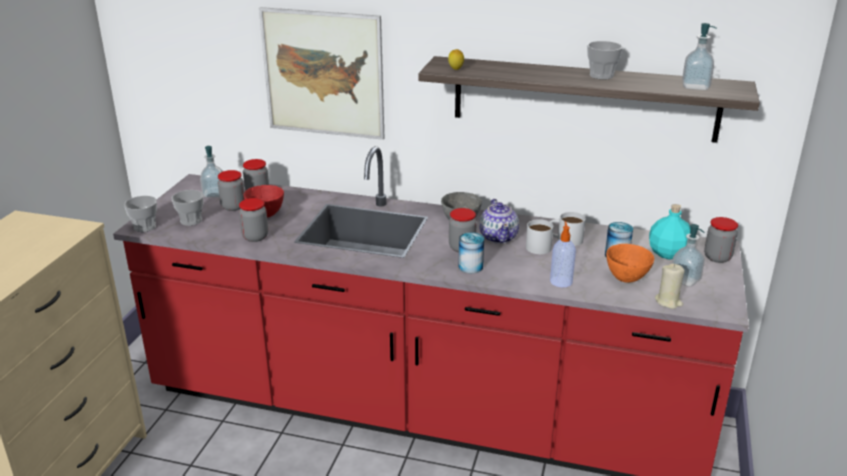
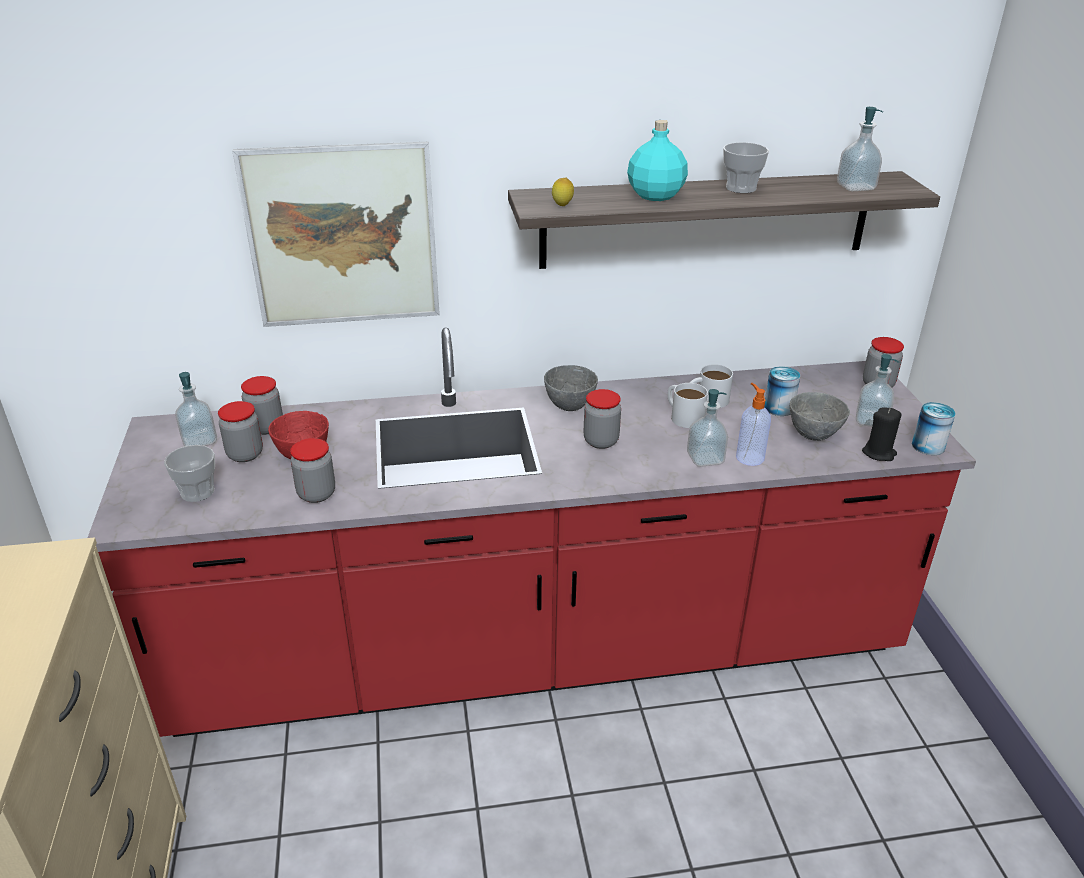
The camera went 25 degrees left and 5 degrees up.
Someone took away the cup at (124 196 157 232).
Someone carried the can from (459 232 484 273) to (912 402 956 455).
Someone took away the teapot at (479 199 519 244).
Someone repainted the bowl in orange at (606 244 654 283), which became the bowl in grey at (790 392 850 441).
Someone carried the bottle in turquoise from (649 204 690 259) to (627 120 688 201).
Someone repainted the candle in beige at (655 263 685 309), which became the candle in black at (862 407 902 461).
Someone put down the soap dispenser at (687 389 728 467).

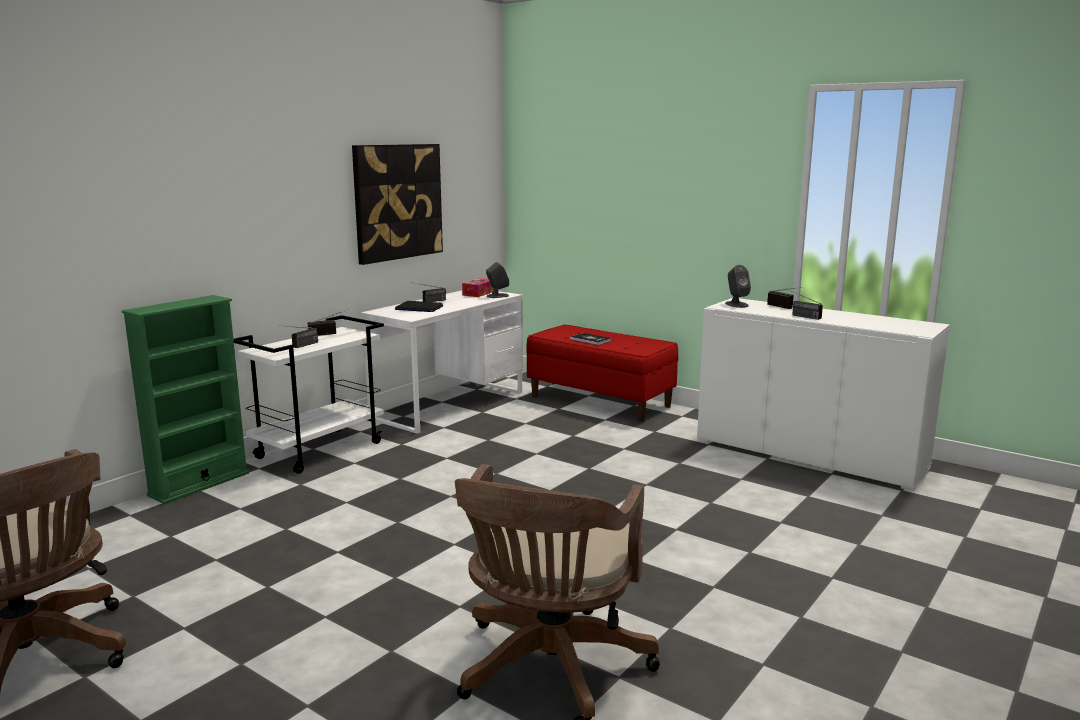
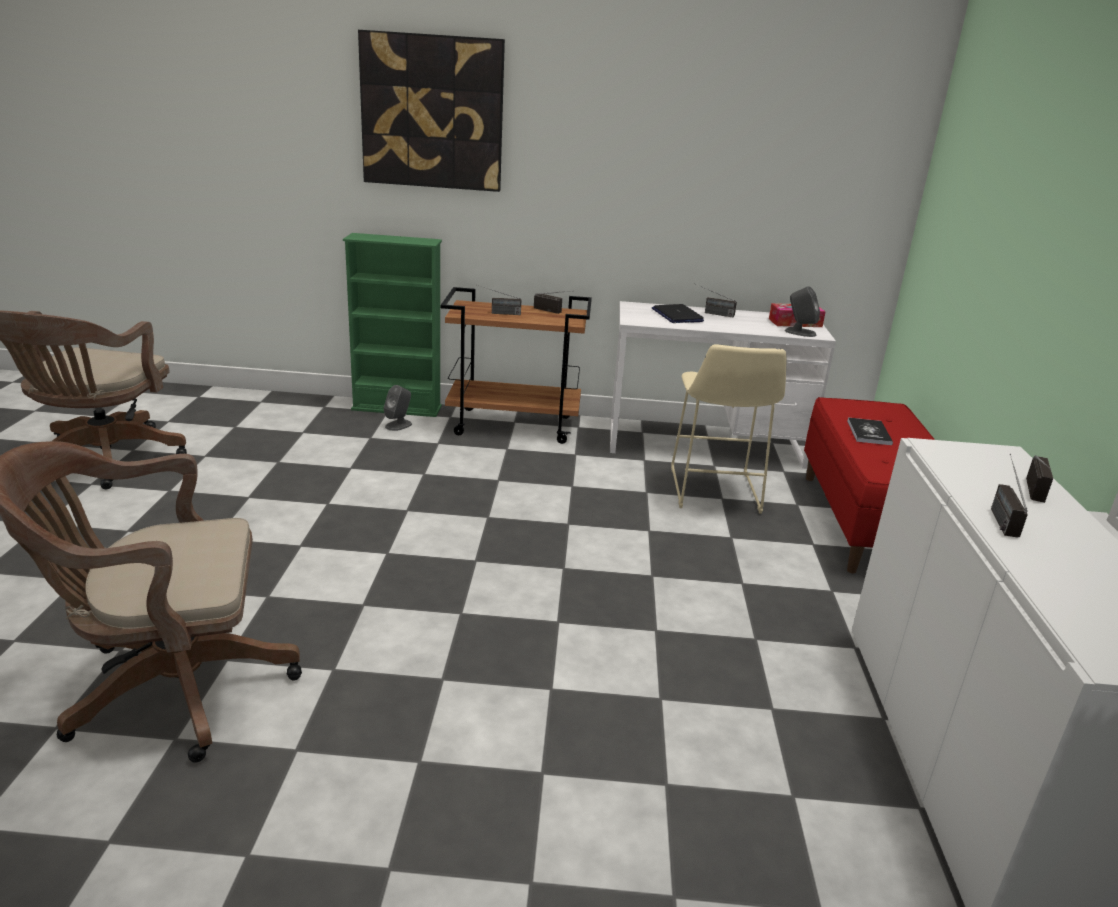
The camera went 55 degrees right and 10 degrees up.
Someone repainted the cart in white at (233 315 384 474), which became the cart in brown at (441 287 592 444).
Someone carried the picture from (352 144 443 265) to (358 30 505 192).
Someone carried the speaker in grey from (725 265 751 308) to (384 385 412 431).
Someone put down the stool in beige at (671 344 787 514).

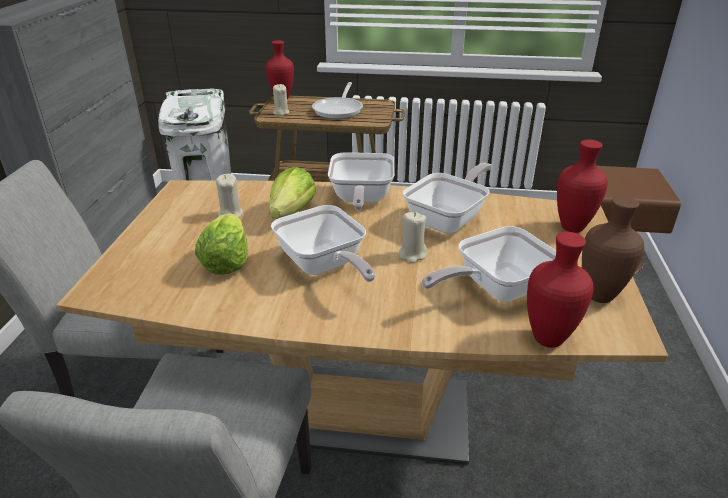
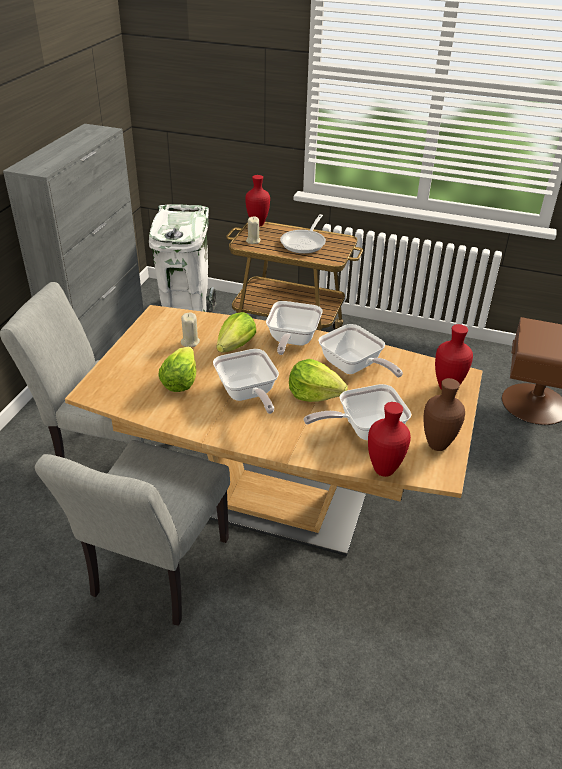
The camera went 10 degrees right and 5 degrees up.
Someone swapped the candle in beige at (399 212 428 263) for the lettuce at (289 359 348 402).
Someone rotated the frying pan at (403 163 492 234) by 90 degrees clockwise.

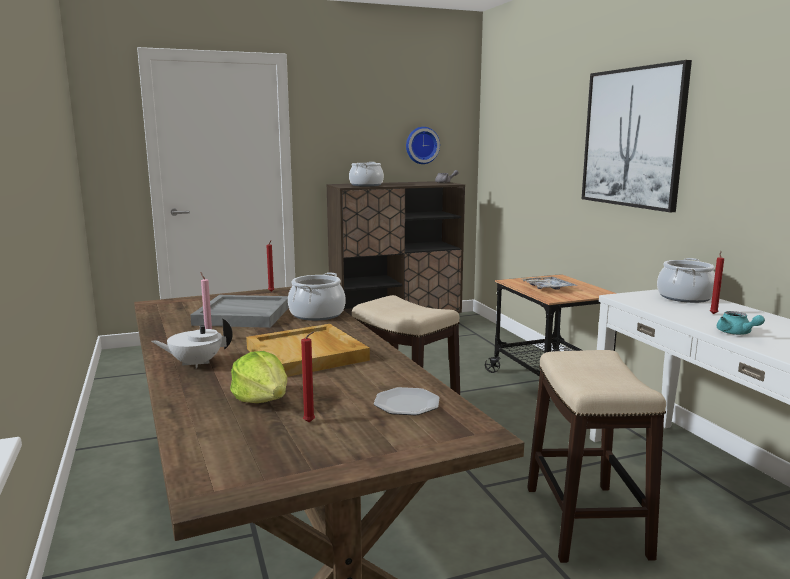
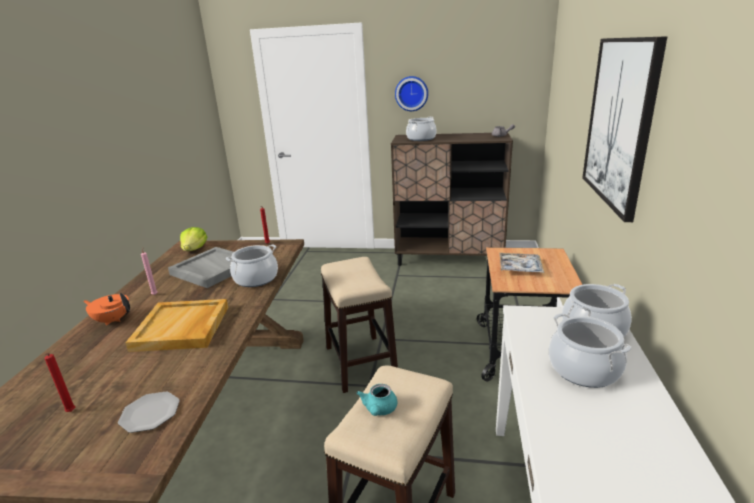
The camera went 30 degrees right and 10 degrees up.
Someone repainted the teapot in white at (151 318 232 368), which became the teapot in orange at (84 293 130 325).
Someone carried the lettuce from (230 351 287 403) to (180 227 207 251).
Someone carried the wall clock from (406 127 440 164) to (395 76 428 111).
Someone swapped the candle in red at (710 251 724 314) for the cooking pot at (549 313 631 388).
Someone carried the teapot in turquoise from (717 311 765 335) to (357 384 397 416).

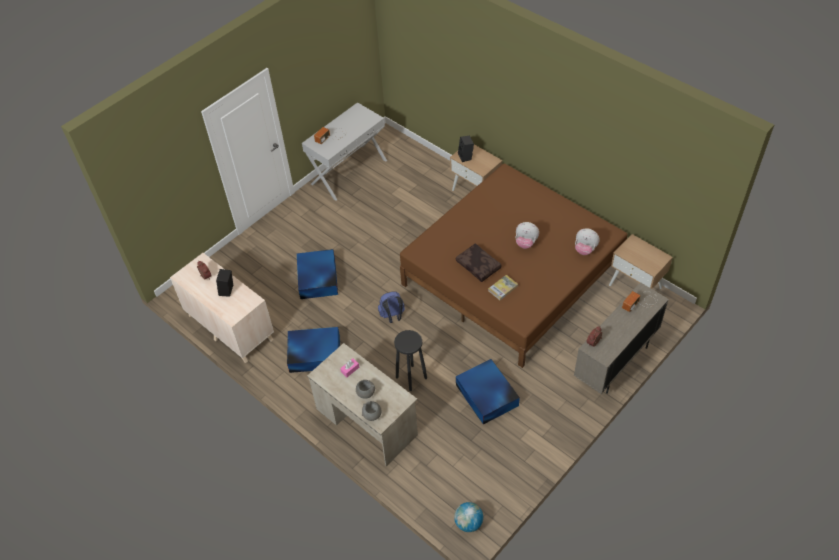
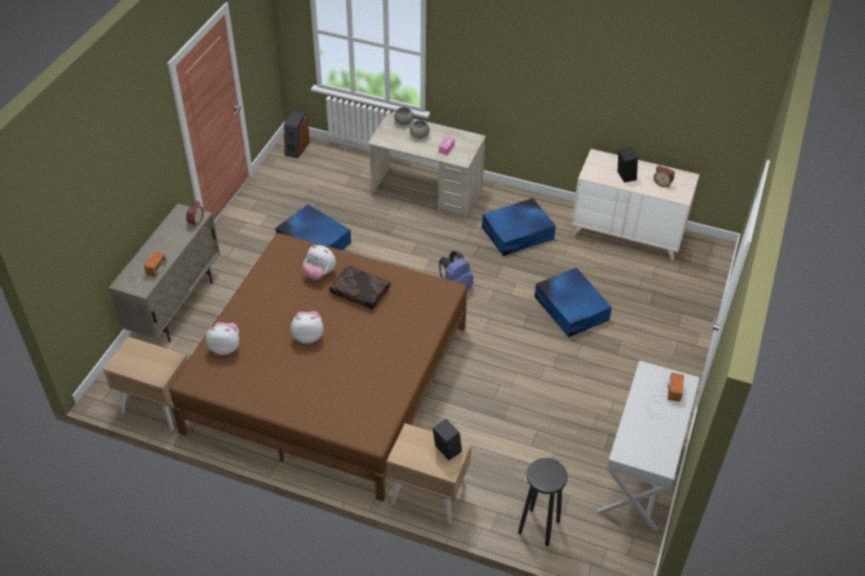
The camera went 155 degrees right and 5 degrees down.
Someone carried the stool in black from (394 330 427 391) to (518 458 567 546).
Someone swapped the globe at (454 502 483 532) for the speaker at (284 111 310 158).
Someone swapped the book at (488 275 518 300) for the plush toy at (302 245 336 280).

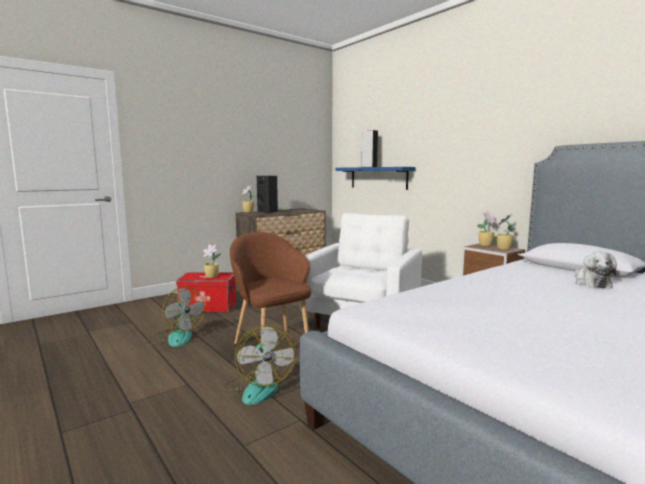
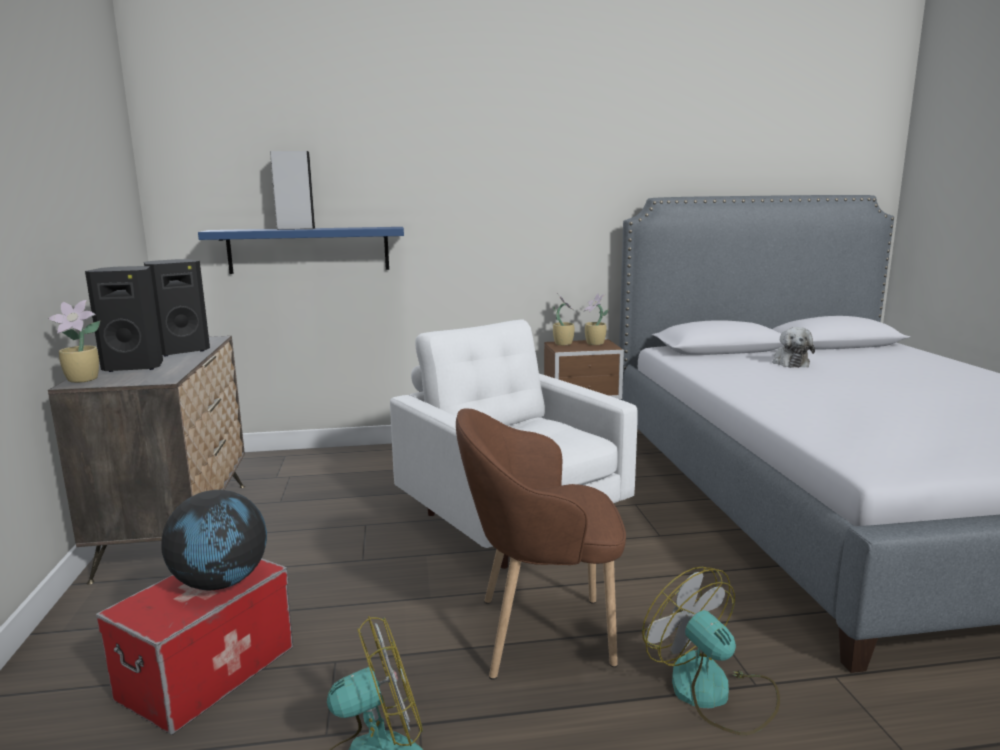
The camera went 60 degrees left and 5 degrees up.
Someone swapped the potted plant at (203 244 221 278) for the globe at (161 490 267 590).
Someone rotated the fan at (224 325 296 405) by 135 degrees counterclockwise.
Someone rotated the plush toy at (575 251 617 289) by 60 degrees clockwise.
Someone put down the speaker in black at (144 259 210 356).

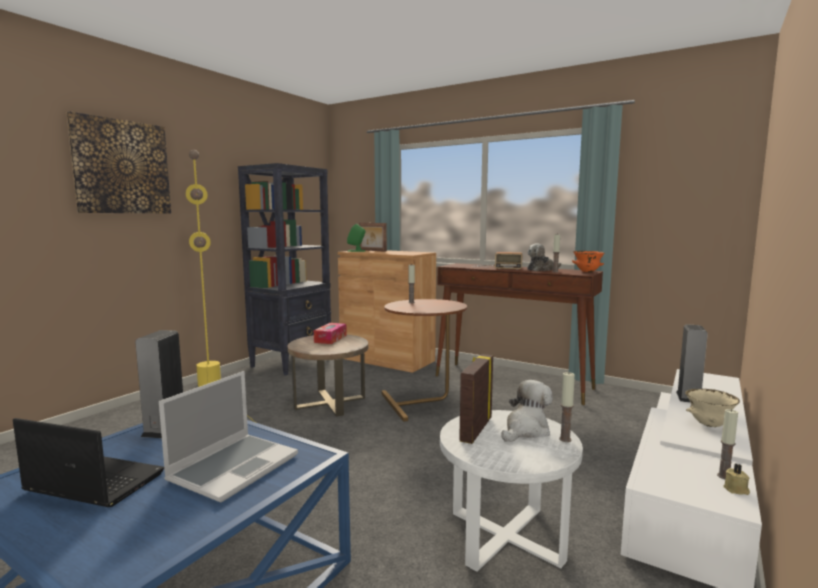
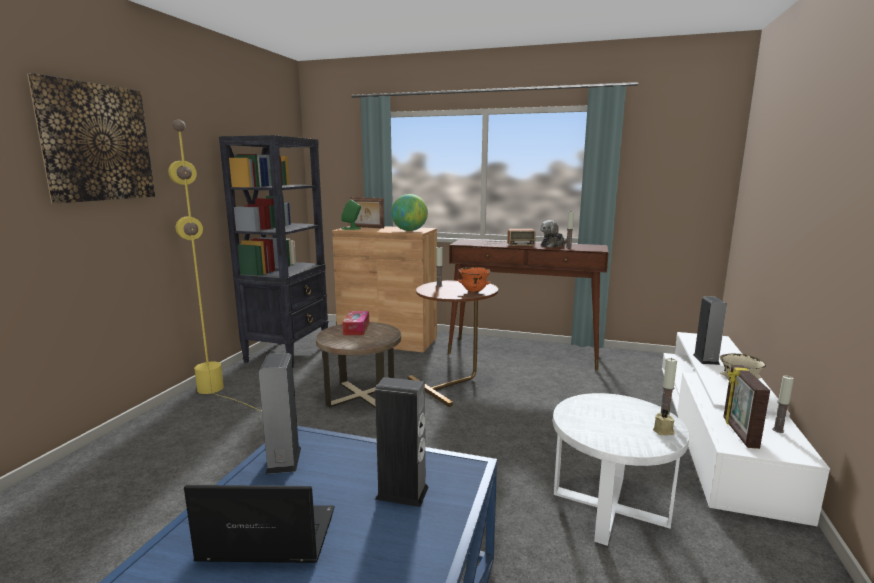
The camera went 15 degrees left and 5 degrees up.
Someone swapped the laptop at (159 371 298 502) for the speaker at (375 377 429 507).
Someone carried the picture frame from (459 354 493 444) to (723 365 770 449).
Someone took away the plush toy at (501 380 553 442).
Someone carried the bowl in orange from (572 251 605 272) to (458 267 491 292).
Someone carried the candle in beige from (723 464 750 495) to (653 409 674 435).
Someone put down the globe at (391 194 428 231).

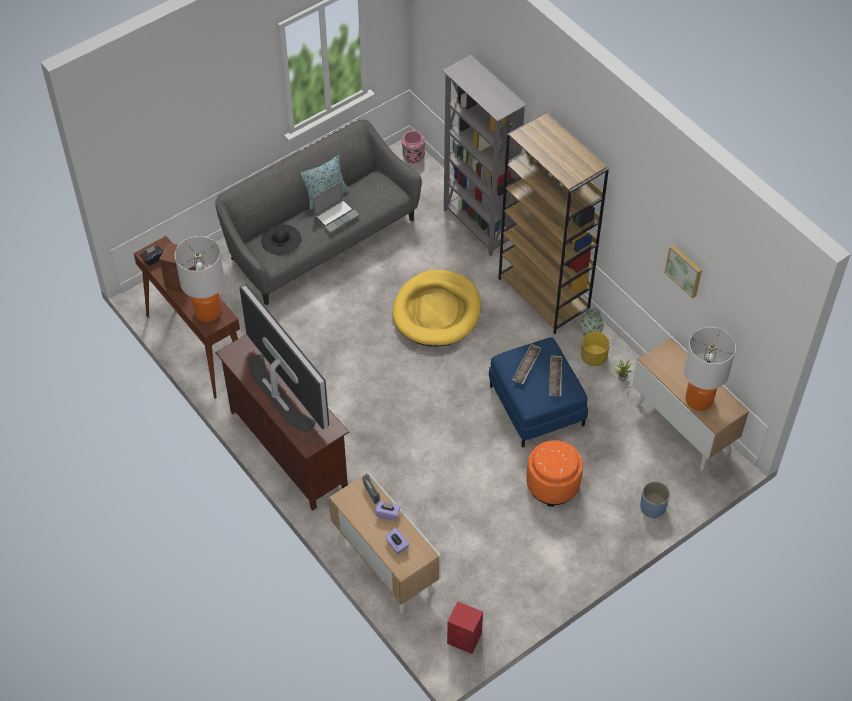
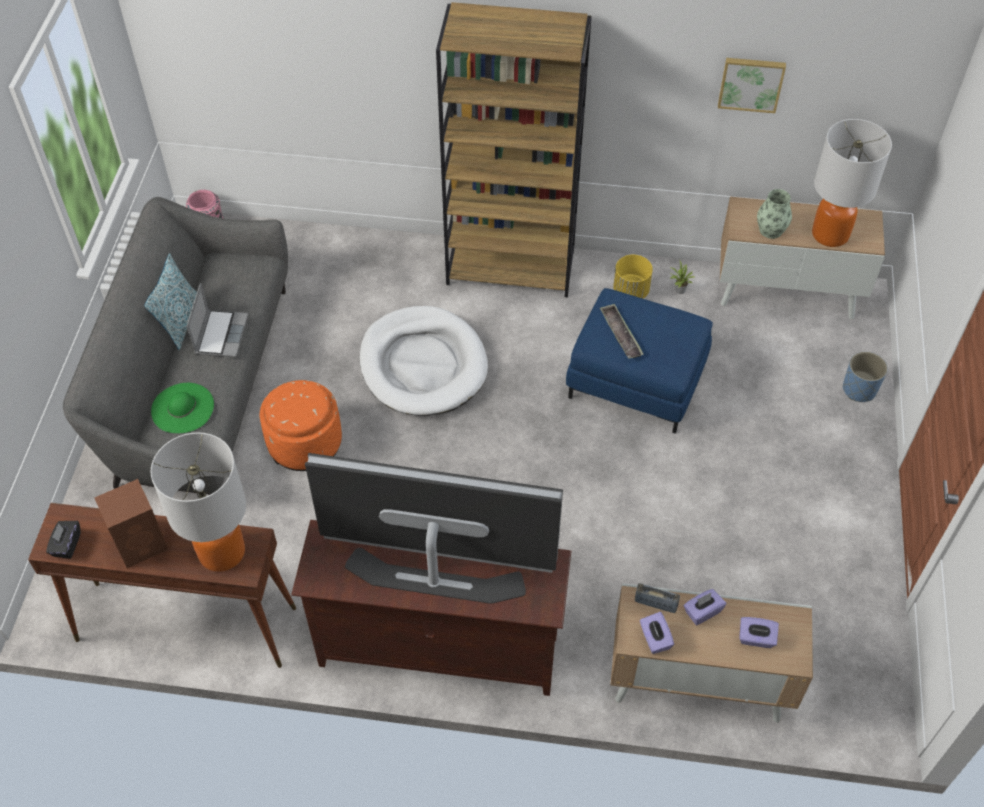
The camera went 45 degrees left and 0 degrees up.
Someone repainted the hat in black at (261 224 301 255), which became the hat in green at (151 383 214 433).
Someone repainted the dog bed in yellow at (392 270 481 347), which became the dog bed in white at (360 306 488 416).
Someone took away the bookcase in grey at (442 55 527 256).
Someone took away the speaker in red at (447 602 483 654).
Someone carried the ottoman in orange from (527 440 583 507) to (260 380 342 471).
Someone took away the tray at (549 355 562 397).
Someone carried the vase from (580 308 604 336) to (757 189 792 239).
Someone put down the tissue box in purple at (640 612 674 654).

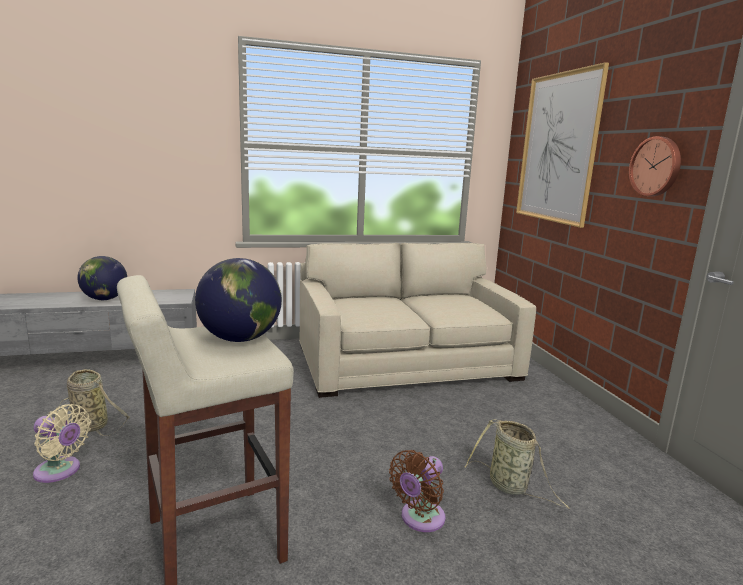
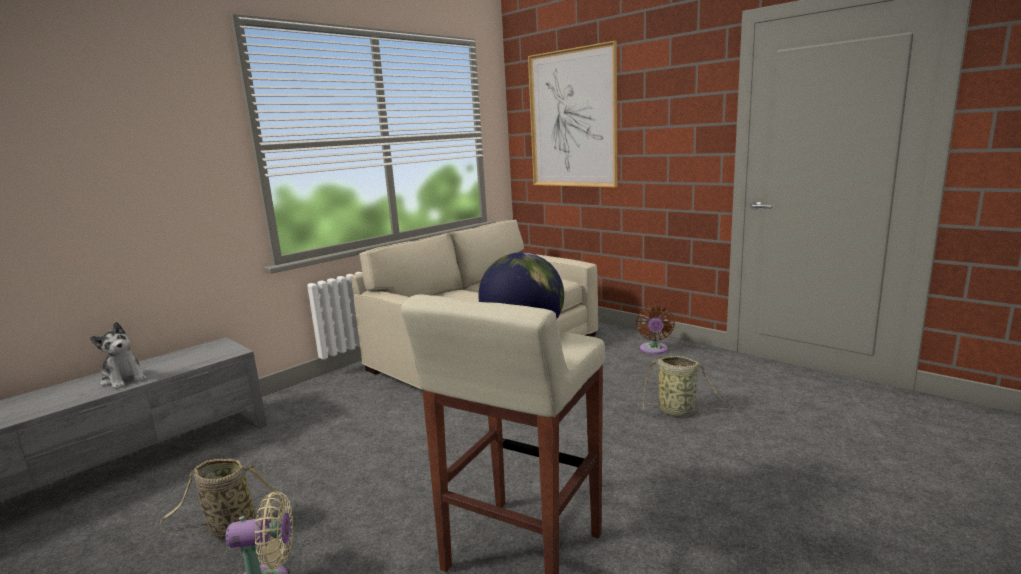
The camera went 30 degrees left and 0 degrees up.
Someone swapped the globe at (77 256 127 300) for the plush toy at (90 322 147 389).
Someone carried the fan in brown from (389 450 446 532) to (636 305 675 354).
Someone took away the wall clock at (629 136 681 196).

